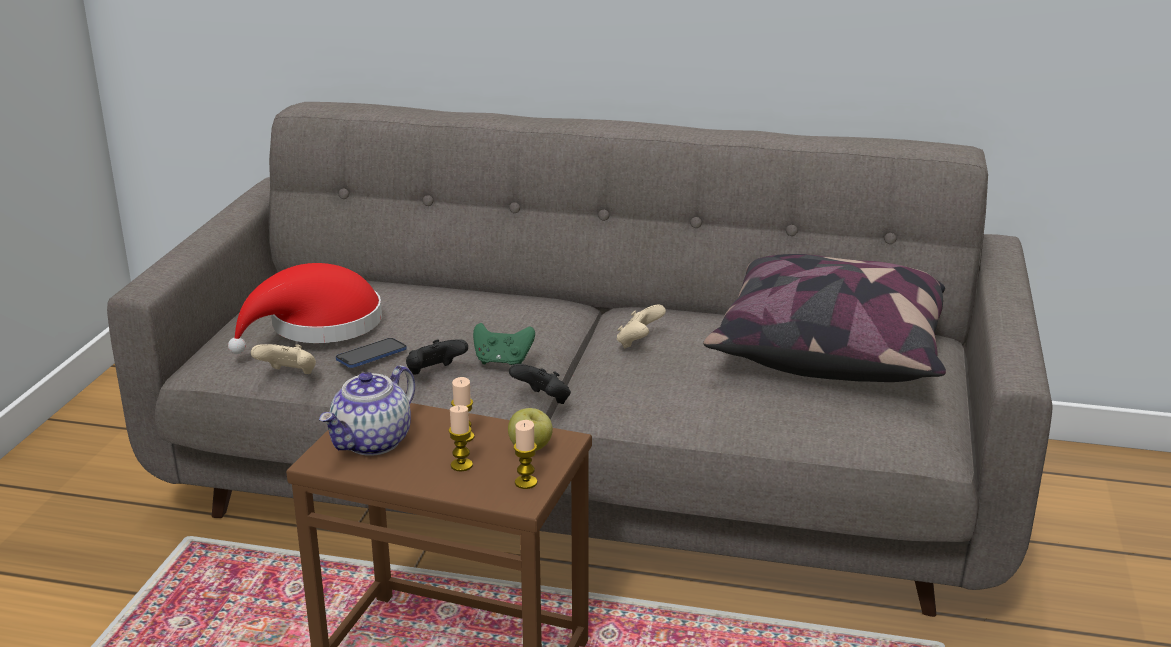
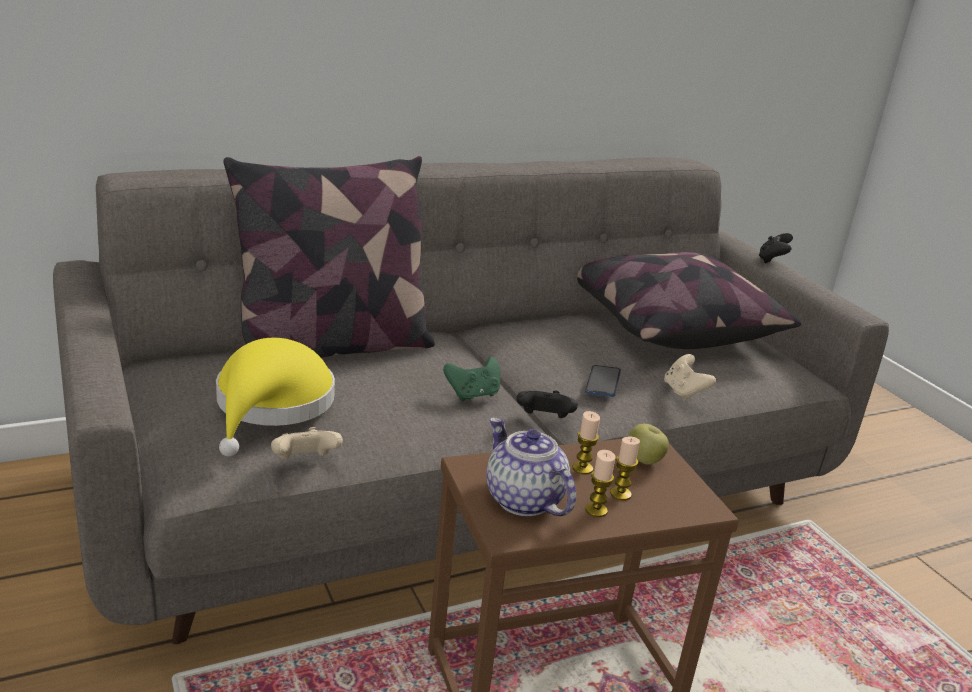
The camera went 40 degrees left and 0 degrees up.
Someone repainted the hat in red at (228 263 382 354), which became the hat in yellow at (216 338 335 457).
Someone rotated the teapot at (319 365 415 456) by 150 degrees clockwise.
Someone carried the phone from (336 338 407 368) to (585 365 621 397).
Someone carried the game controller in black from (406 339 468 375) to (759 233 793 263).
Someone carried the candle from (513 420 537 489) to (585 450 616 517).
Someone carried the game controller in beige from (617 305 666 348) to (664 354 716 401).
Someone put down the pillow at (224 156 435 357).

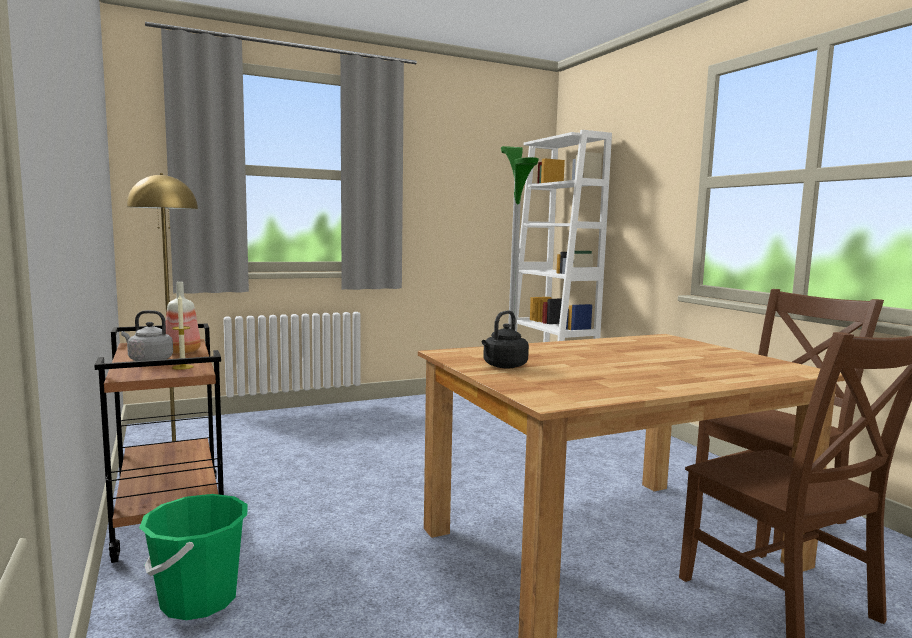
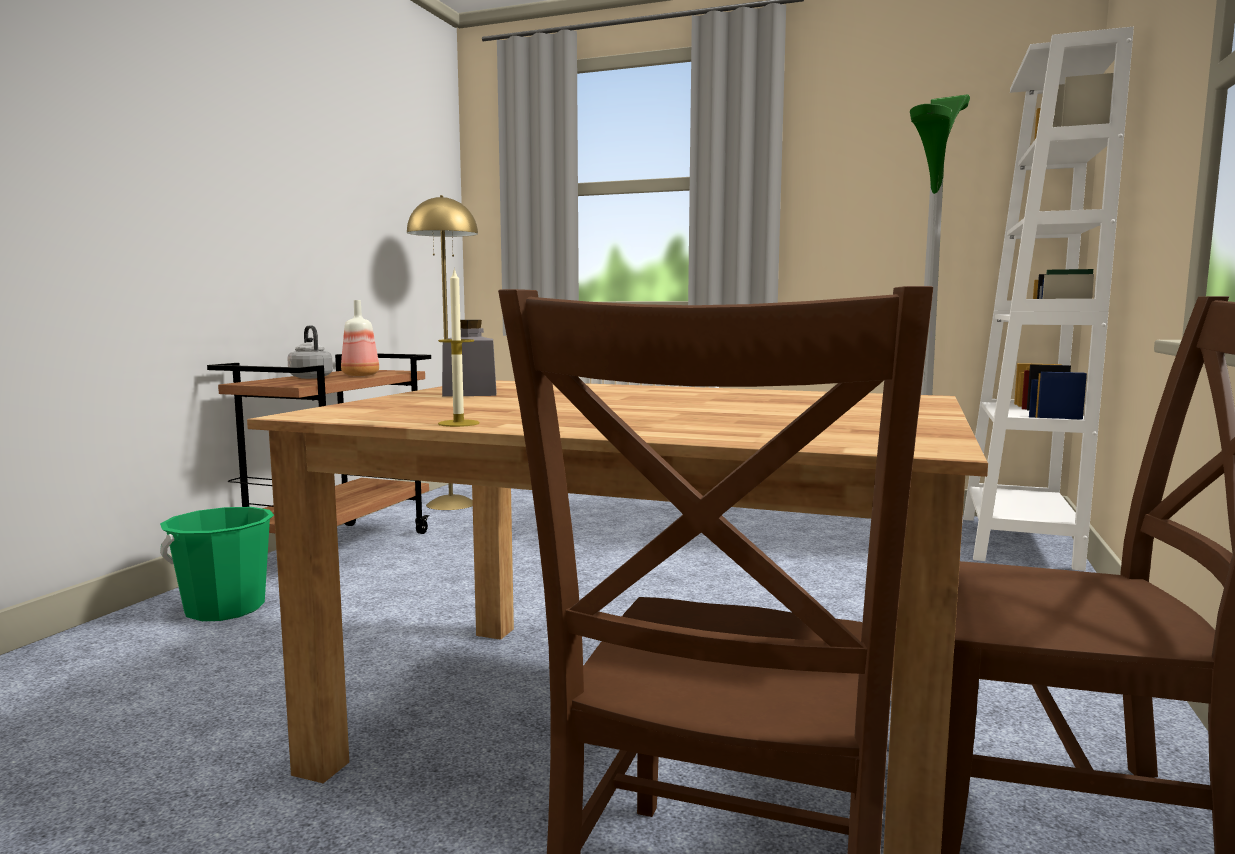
The camera went 45 degrees right and 0 degrees up.
Someone carried the candle from (172 295 193 370) to (438 268 480 427).
Someone swapped the kettle in black at (482 310 529 369) for the jar in grey at (442 320 496 397).

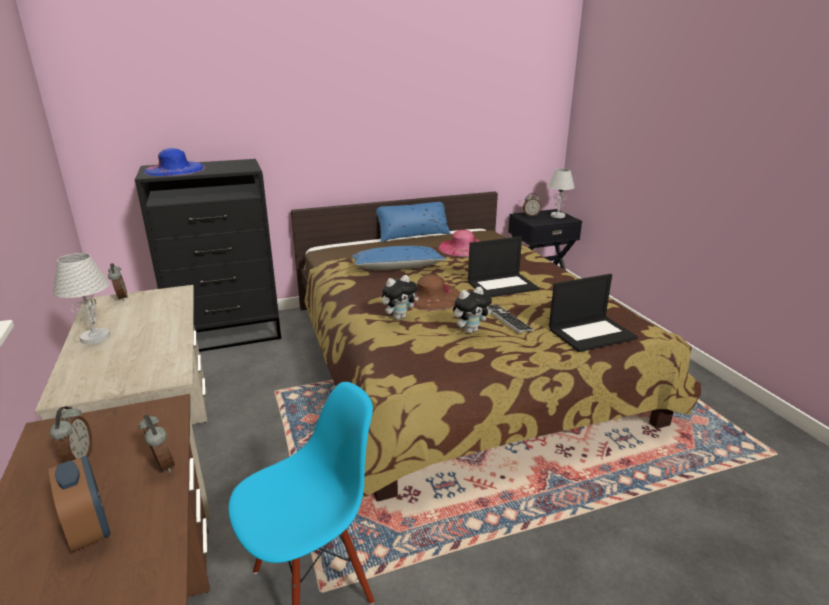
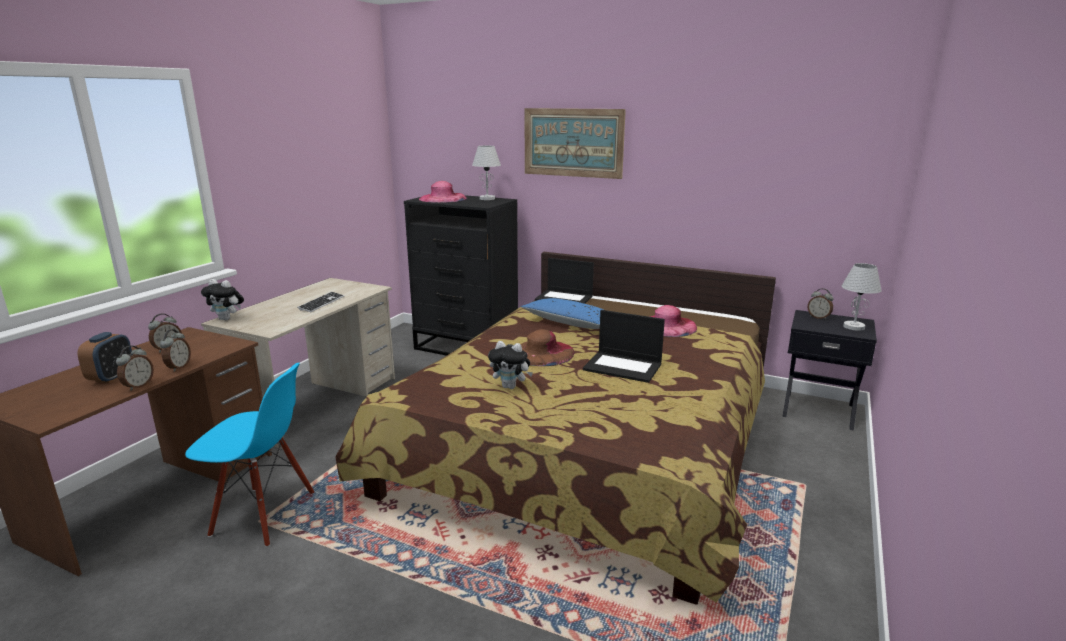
The camera went 45 degrees right and 5 degrees down.
Someone carried the table lamp in white from (53 253 110 344) to (472 146 501 200).
Someone carried the alarm clock from (108 263 128 301) to (116 346 154 391).
Someone repainted the hat in blue at (143 148 206 176), which became the hat in pink at (419 181 467 203).
Someone took away the pillow in blue at (376 202 450 242).
Someone carried the plush toy from (382 275 419 320) to (201 279 244 320).
Someone carried the keyboard from (488 305 534 333) to (297 292 344 312).
Someone carried the laptop from (549 274 638 352) to (535 258 594 304).
Someone put up the picture at (524 108 626 179).

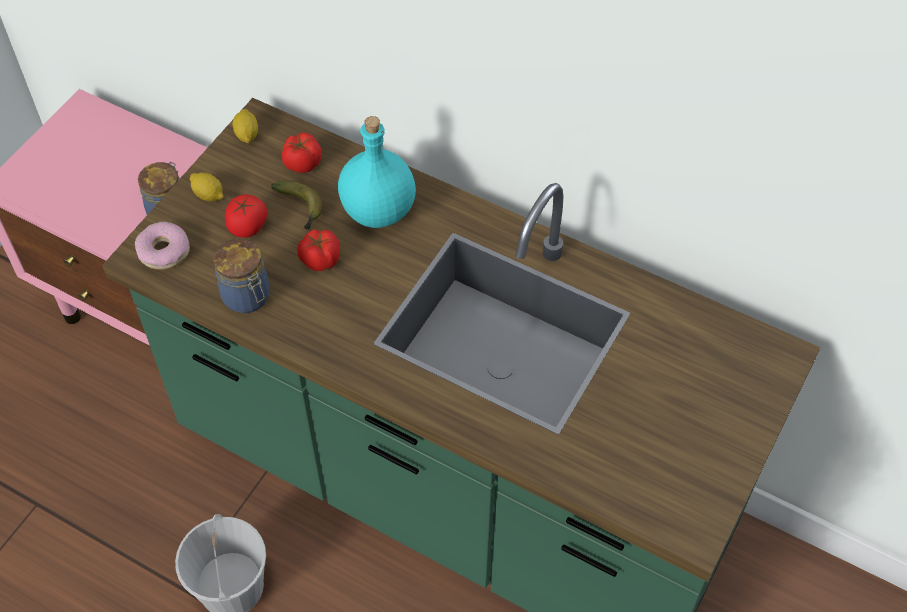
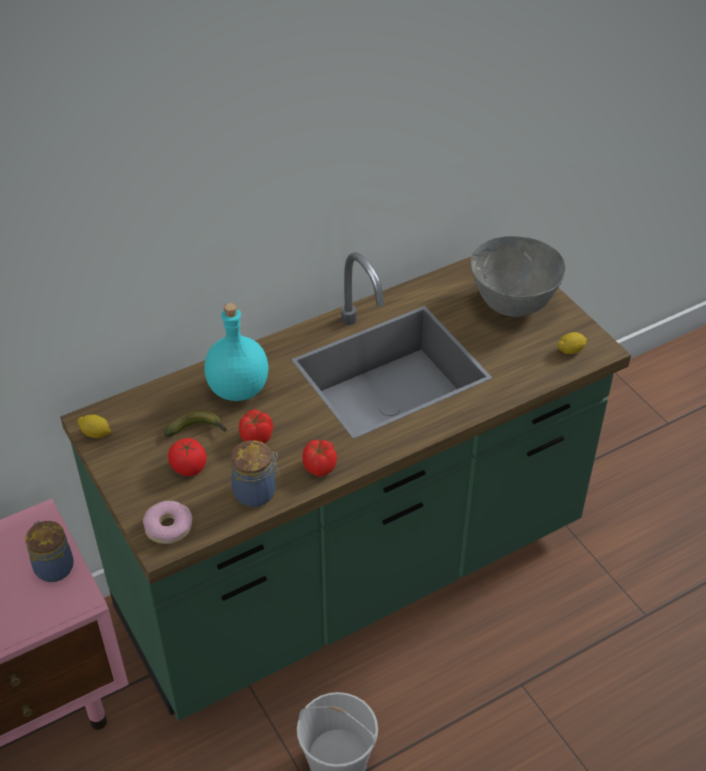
The camera went 60 degrees left and 10 degrees down.
Someone carried the lemon from (190 172 224 202) to (557 332 587 354).
Someone carried the tomato from (282 132 322 173) to (302 440 337 476).
Someone put down the bowl in grey at (470 236 566 317).

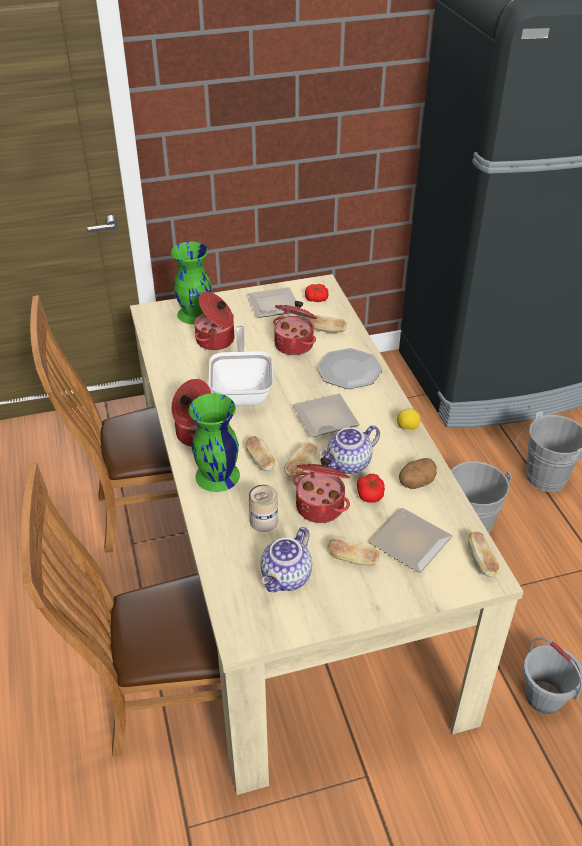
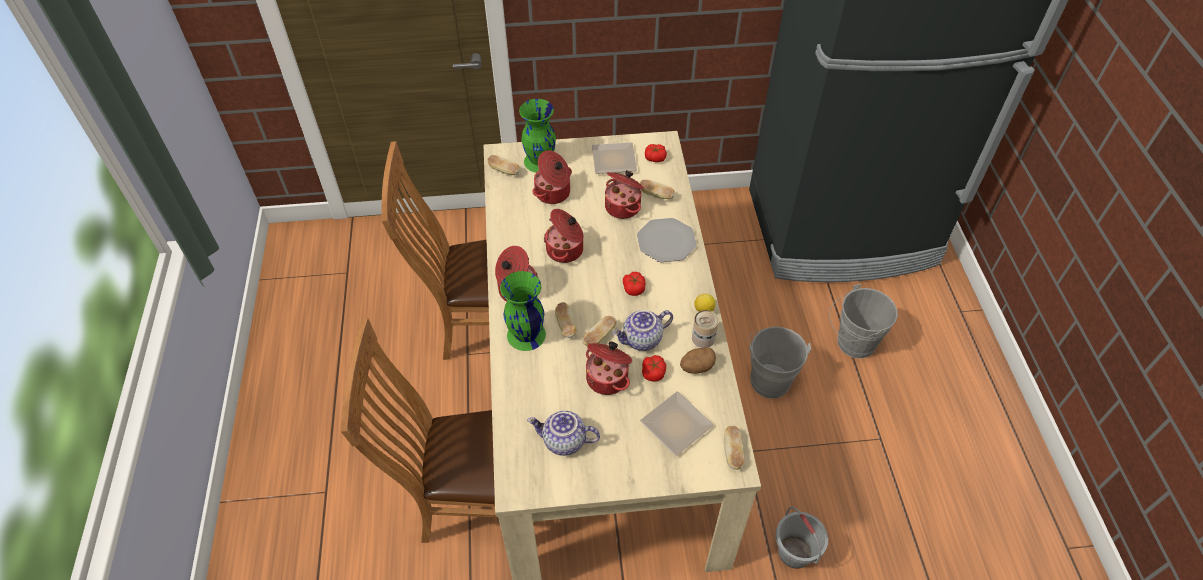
The camera went 10 degrees right and 10 degrees up.
Someone swapped the frying pan at (209 326 273 406) for the cooking pot at (544 209 583 263).
Someone carried the can from (249 485 278 532) to (692 310 719 348).
Someone rotated the teapot at (260 527 312 592) by 60 degrees clockwise.
Someone swapped the plate at (293 394 360 438) for the tomato at (623 272 646 296).
Someone carried the bread from (327 538 381 566) to (487 155 520 175).

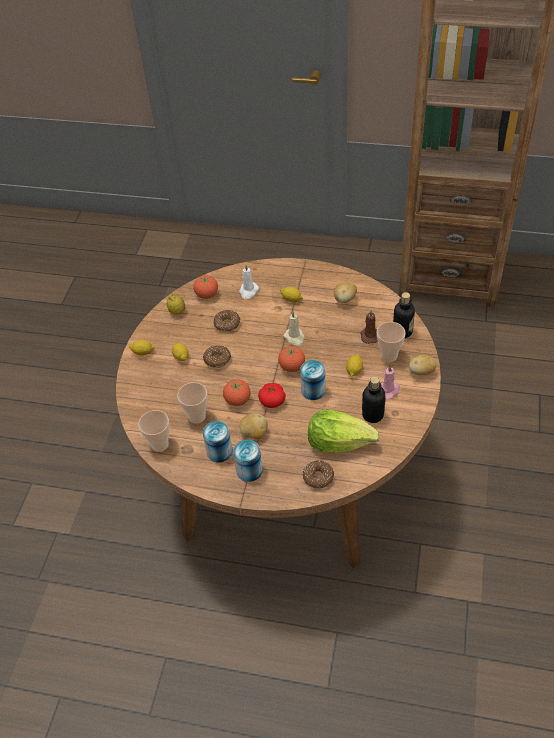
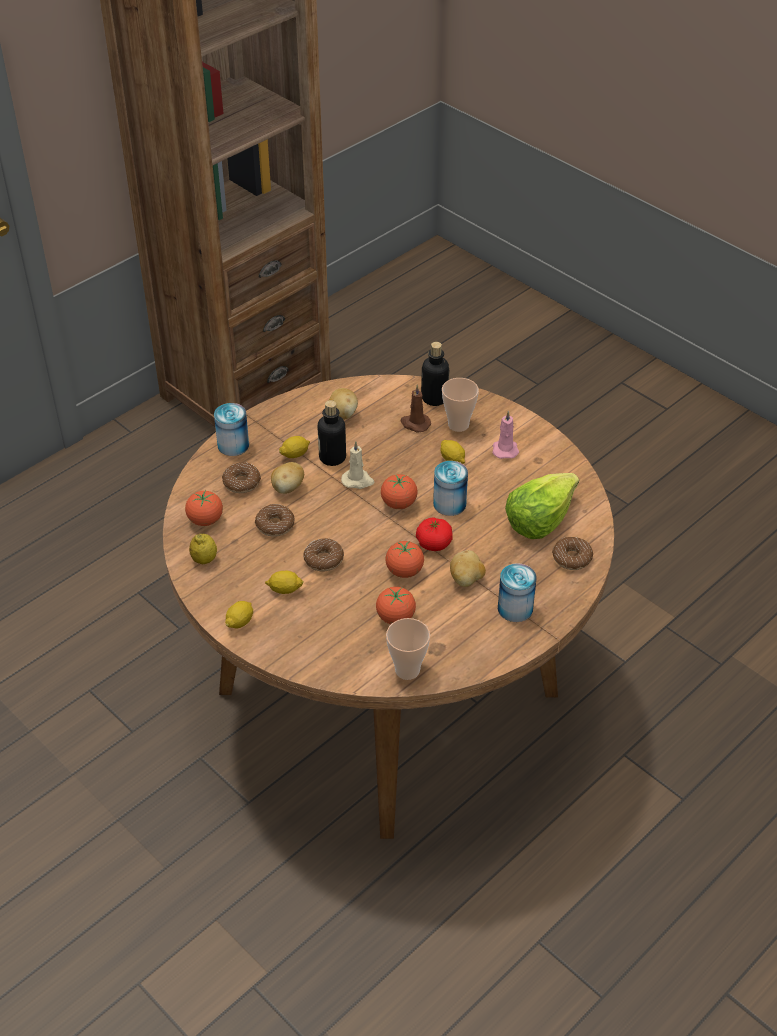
The camera went 60 degrees left and 5 degrees down.
Someone swapped the cup at (177 382 208 424) for the tomato at (376 587 416 624).
Someone carried the can from (203 421 233 463) to (214 403 249 456).
Someone swapped the candle in white at (239 265 259 299) for the donut at (222 462 261 493).
Someone carried the bottle from (362 377 386 423) to (318 400 346 466).
Someone carried the potato from (409 354 436 375) to (271 462 304 494).

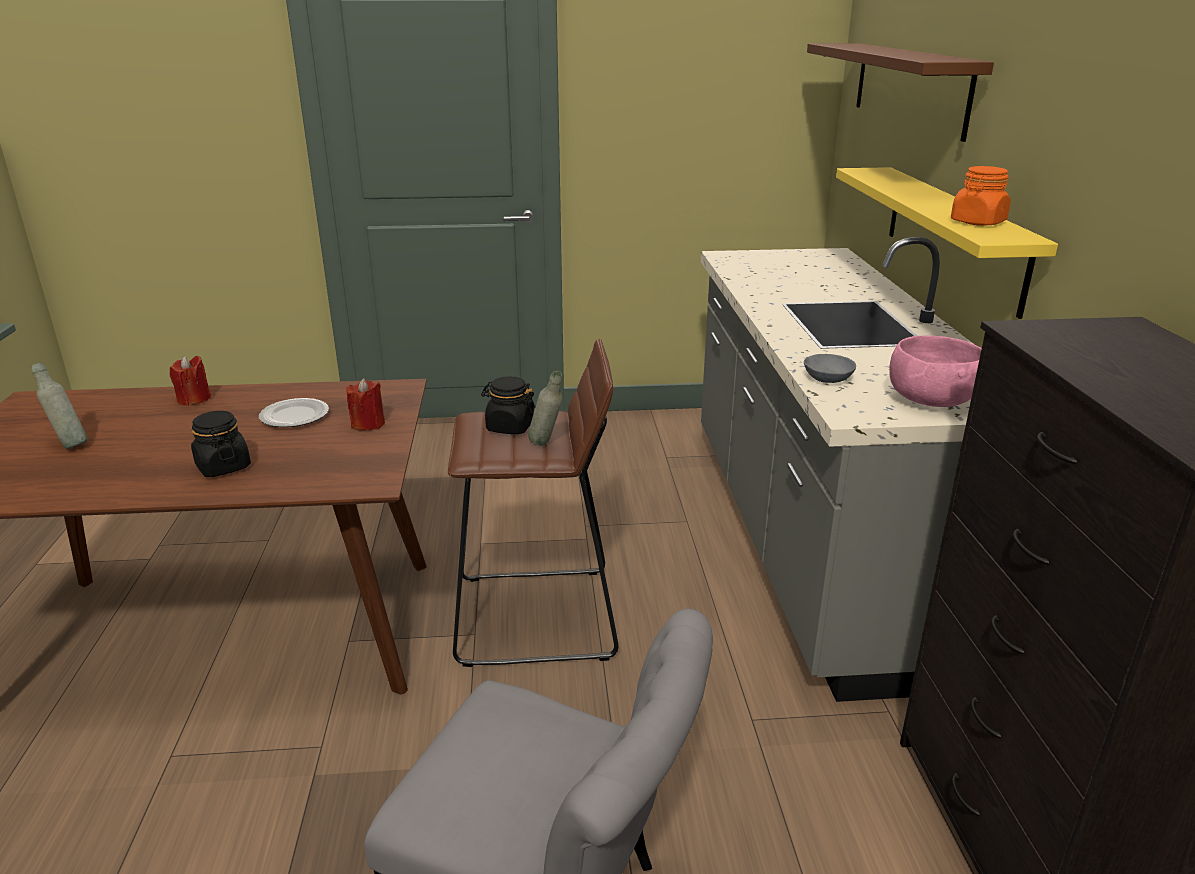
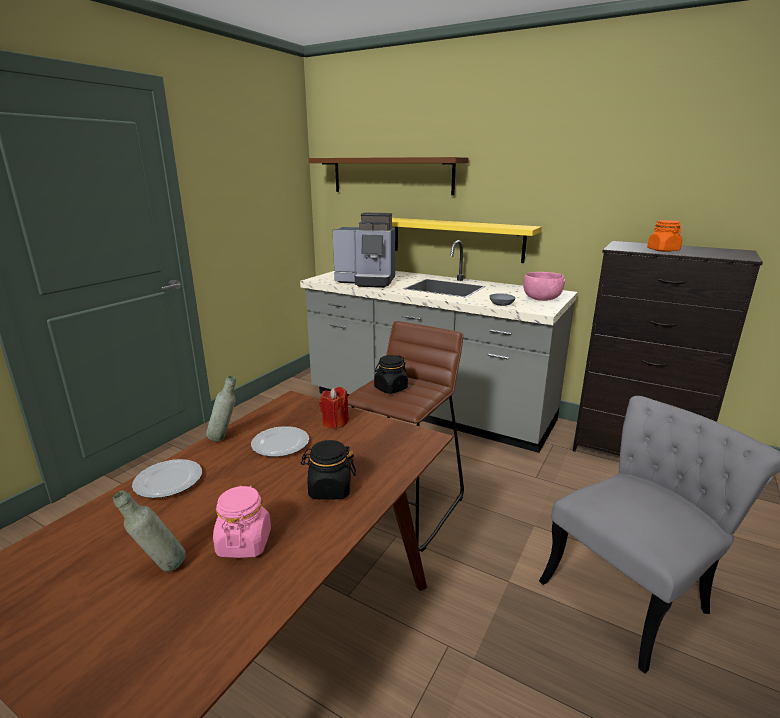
The camera went 55 degrees left and 5 degrees down.
Someone swapped the candle in red at (170 356 211 406) for the plate at (132 459 202 498).
Someone carried the bottle in grey from (528 371 563 446) to (206 376 236 442).
Someone carried the jar in orange from (951 166 1011 226) to (647 220 682 252).
Someone put down the jar in pink at (213 486 271 558).
Someone put down the coffee machine at (333 213 395 288).

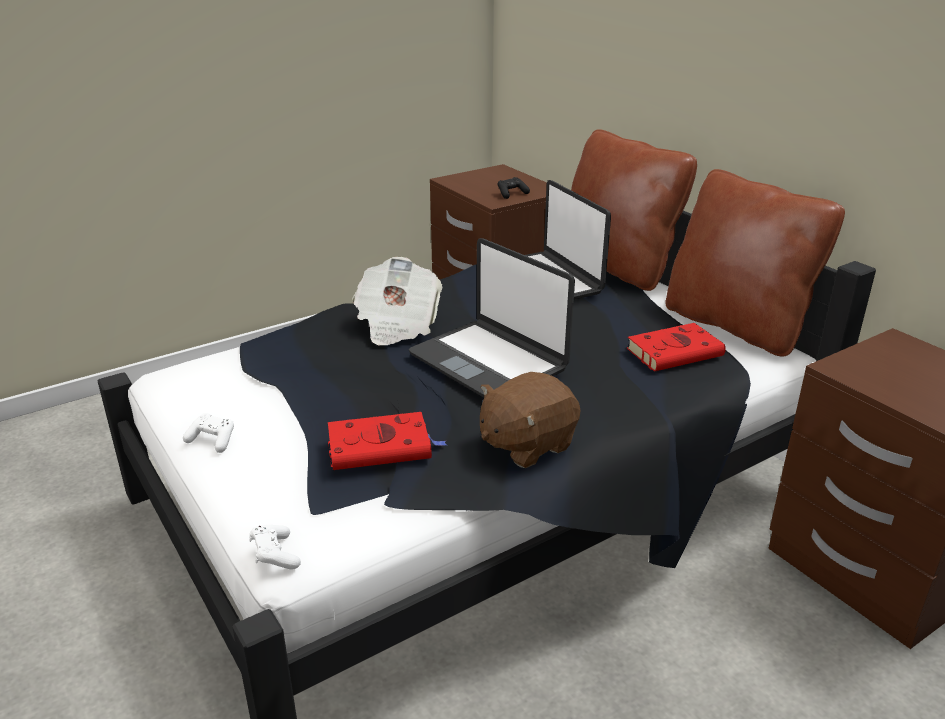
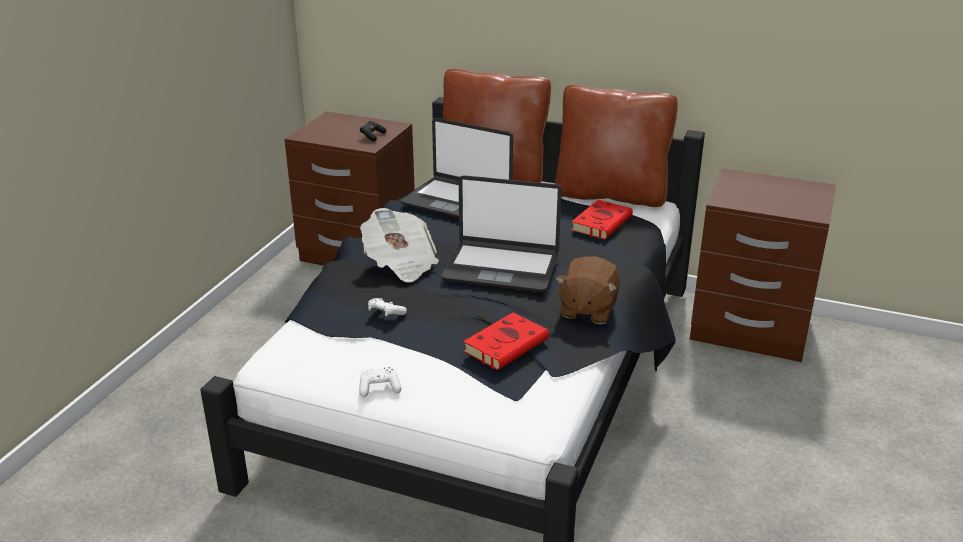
The camera went 35 degrees left and 0 degrees up.
Someone carried the game controller in white from (250 525 301 570) to (368 298 407 316).

